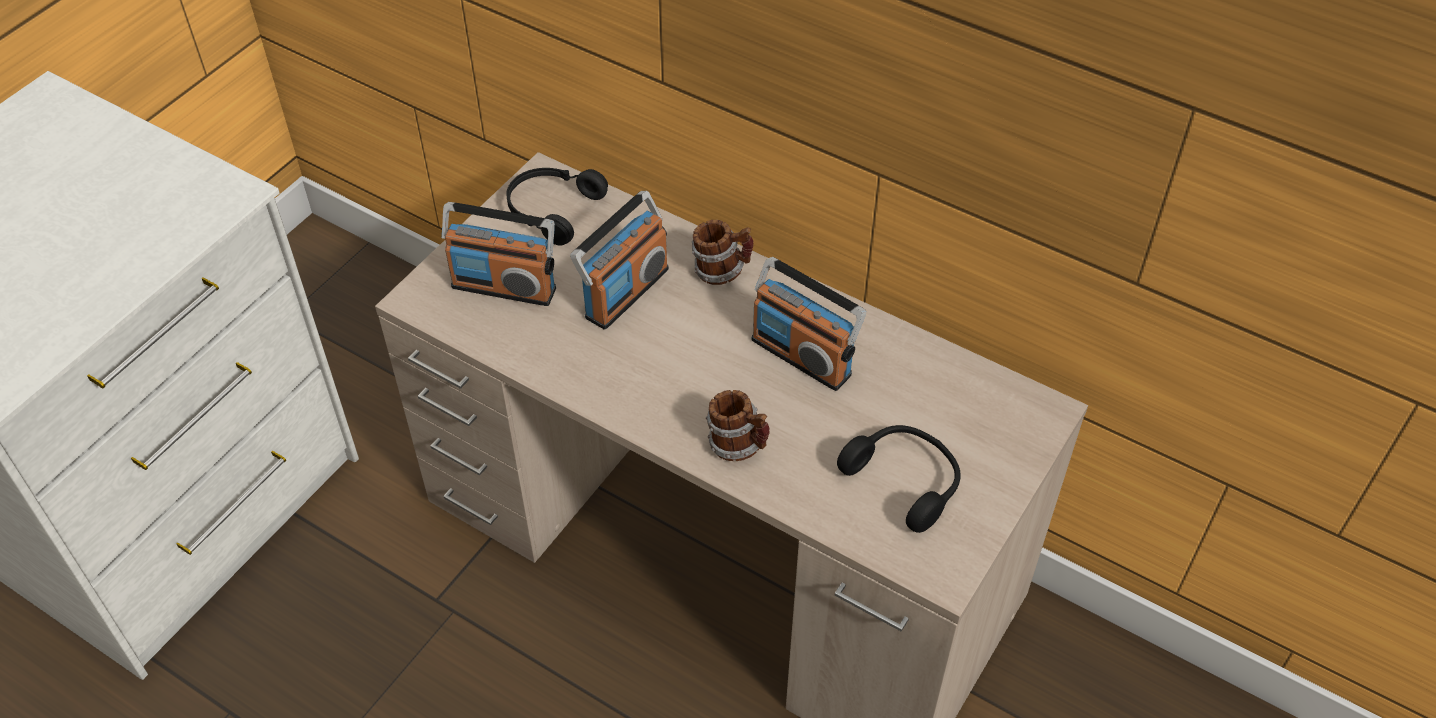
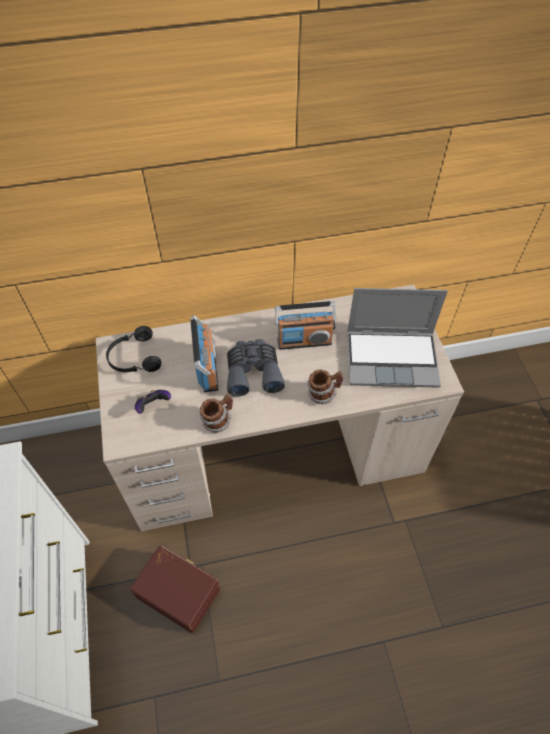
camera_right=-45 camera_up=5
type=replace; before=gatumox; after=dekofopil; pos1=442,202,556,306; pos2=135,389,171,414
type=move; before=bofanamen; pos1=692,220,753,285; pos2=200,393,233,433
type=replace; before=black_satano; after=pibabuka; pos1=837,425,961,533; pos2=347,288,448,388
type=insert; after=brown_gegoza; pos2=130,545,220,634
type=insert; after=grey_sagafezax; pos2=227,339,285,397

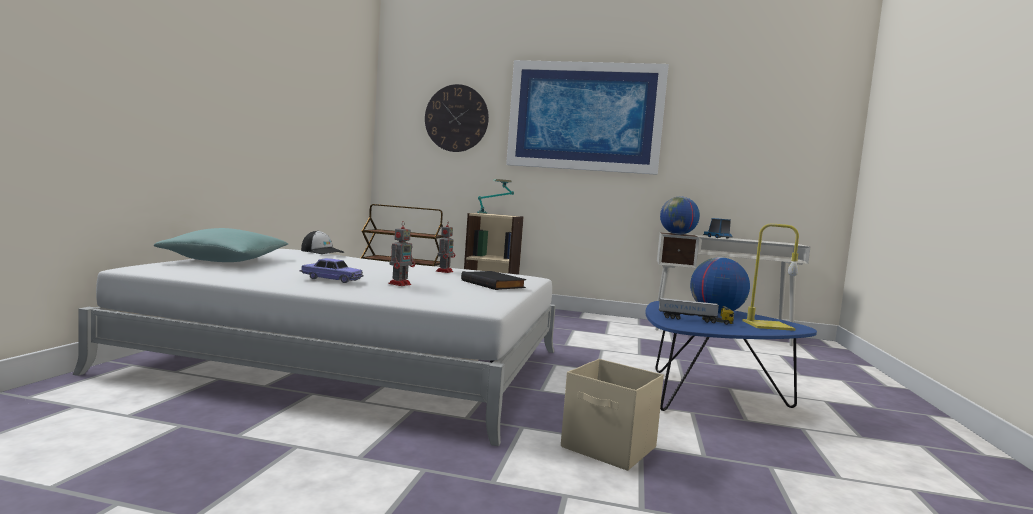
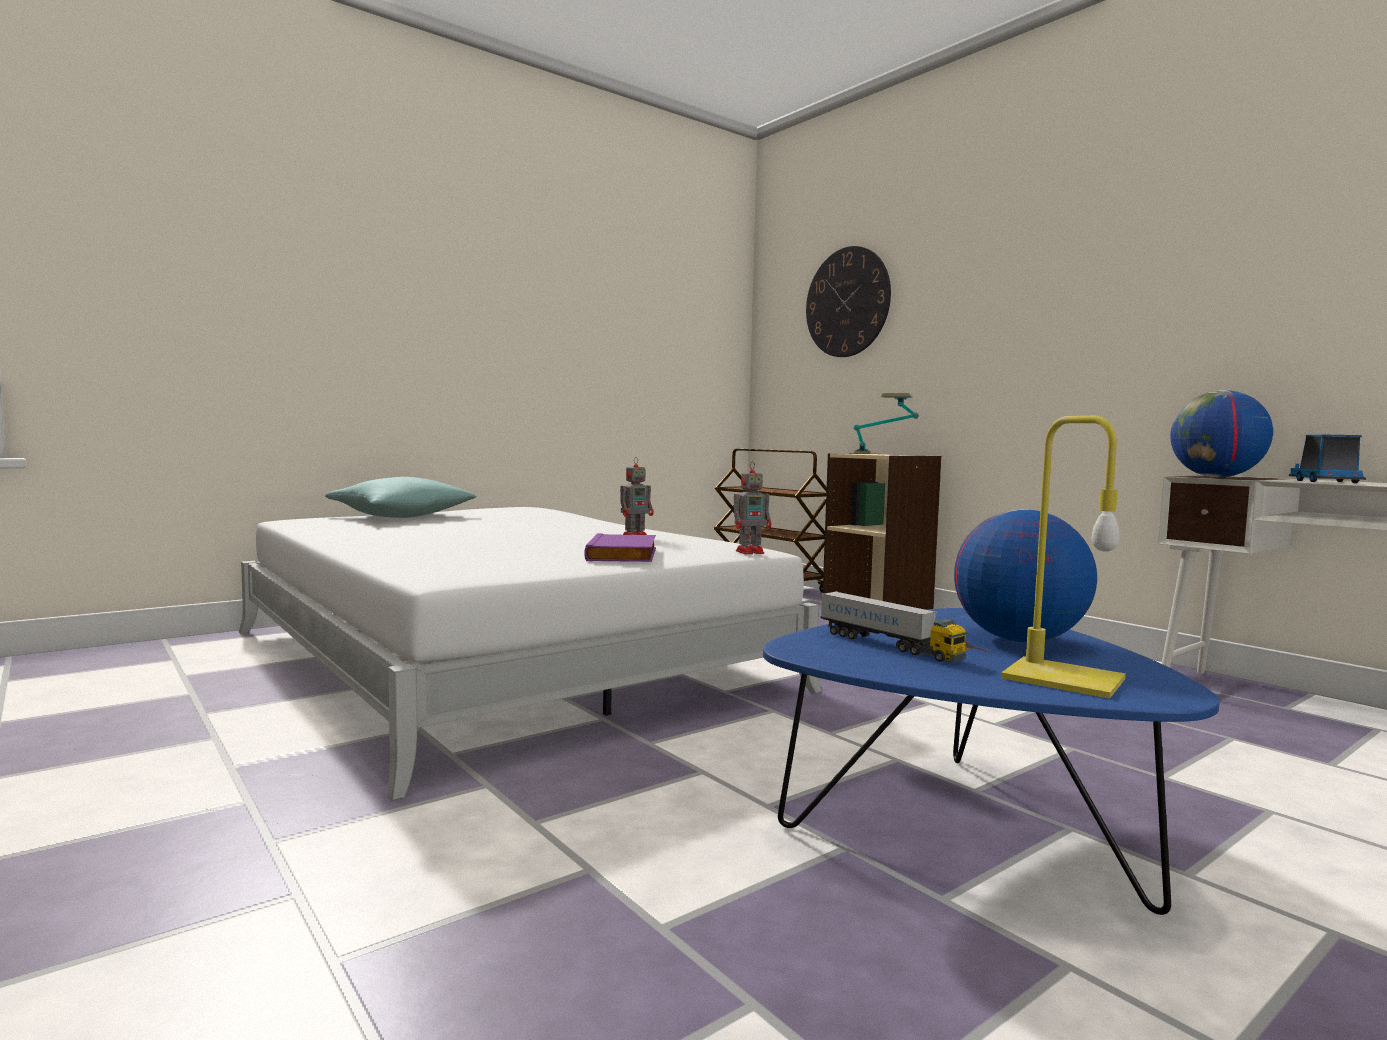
camera_right=40 camera_up=0
type=delete; before=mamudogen; pos1=299,258,364,283
type=delete; before=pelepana; pos1=301,230,344,254
type=move; before=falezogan; pos1=388,222,415,286; pos2=734,461,771,554
type=recolor; before=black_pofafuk; after=purple_pofafuk; pos1=461,271,526,290; pos2=584,533,656,562
type=delete; before=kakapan; pos1=506,60,669,175
type=delete; before=beige_gegoza; pos1=561,359,664,471

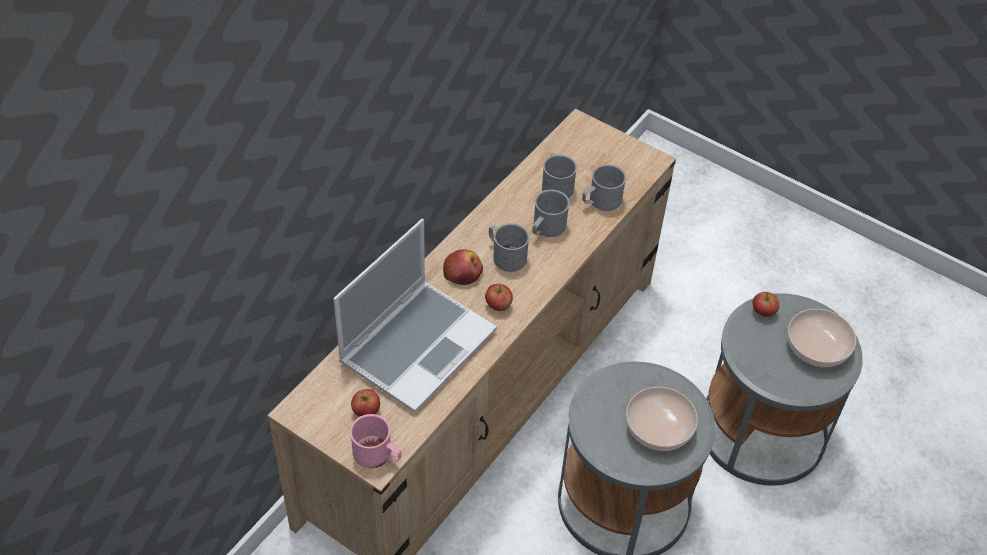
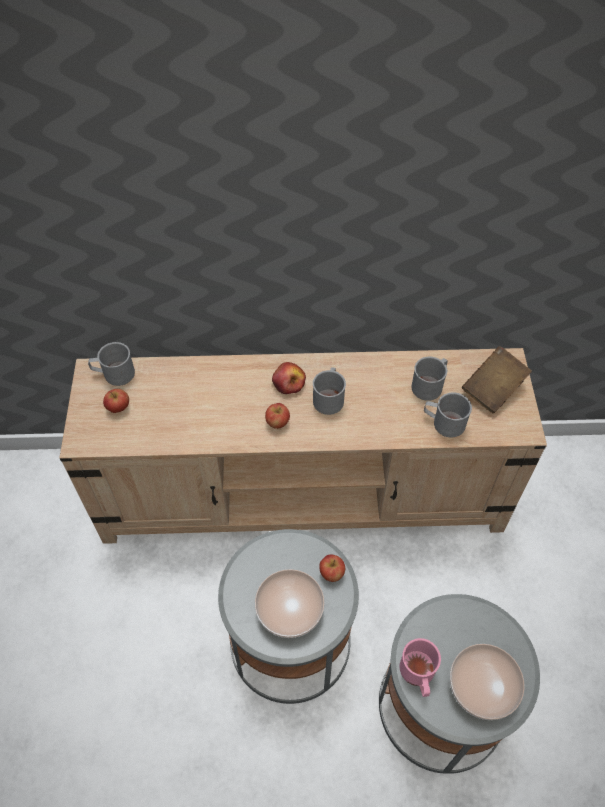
camera_right=55 camera_up=5
type=delete; before=pibabuka; pos1=333,219,497,413
type=move; before=pink_bofanamen; pos1=350,414,402,468; pos2=400,638,441,697
type=move; before=grey_bofanamen; pos1=532,189,570,237; pos2=88,342,135,386
type=move; before=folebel; pos1=752,292,780,317; pos2=319,554,345,582
type=insert; after=brown_pofafuk; pos2=462,346,532,413

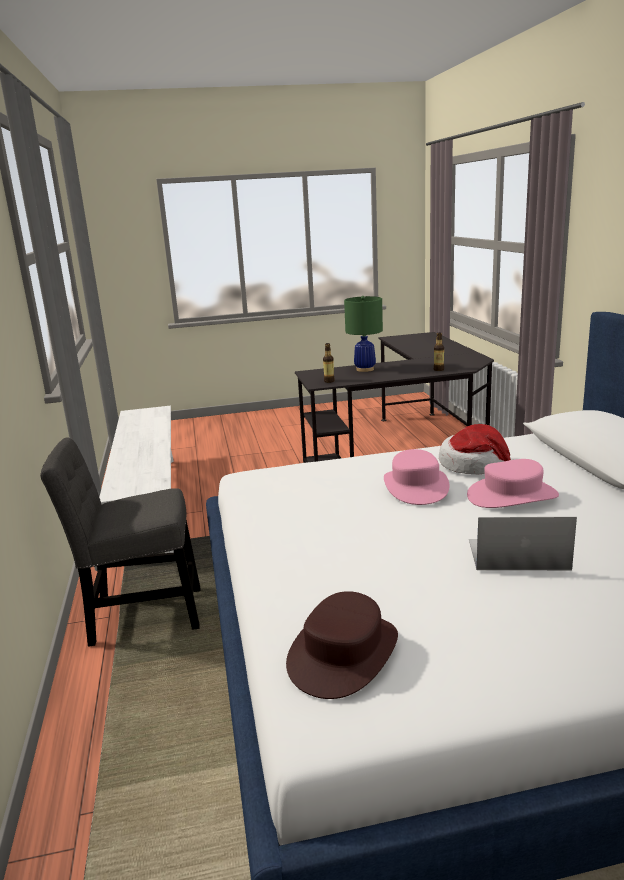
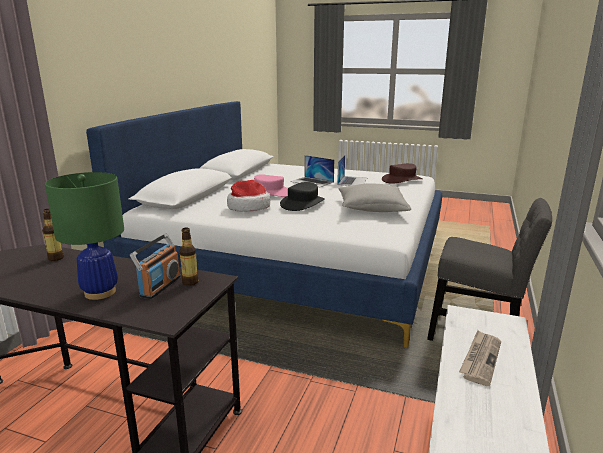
camera_right=-150 camera_up=0
type=recolor; before=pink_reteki; after=black_reteki; pos1=384,449,449,505; pos2=280,182,325,211
type=insert; after=gatumox; pos2=130,234,181,299
type=insert; after=pibabuka; pos2=337,155,367,186
type=insert; after=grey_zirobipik; pos2=339,183,411,212
type=insert; after=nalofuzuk; pos2=459,330,501,386

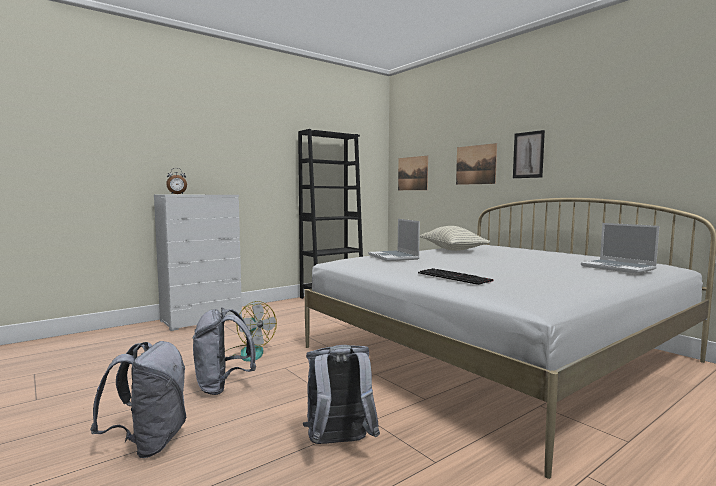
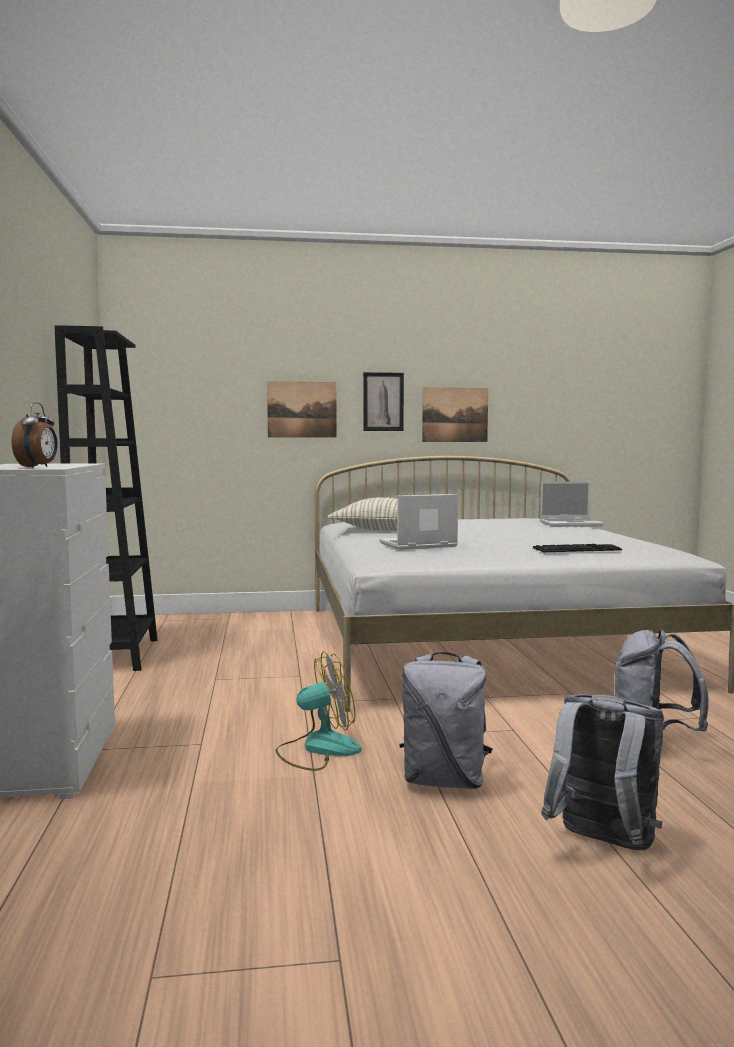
camera_right=-60 camera_up=0
type=rotate; before=pibabuka; pos1=368,219,420,261; pos2=379,494,458,550; turn=150
type=move; before=kakapan; pos1=398,156,428,190; pos2=422,387,488,442

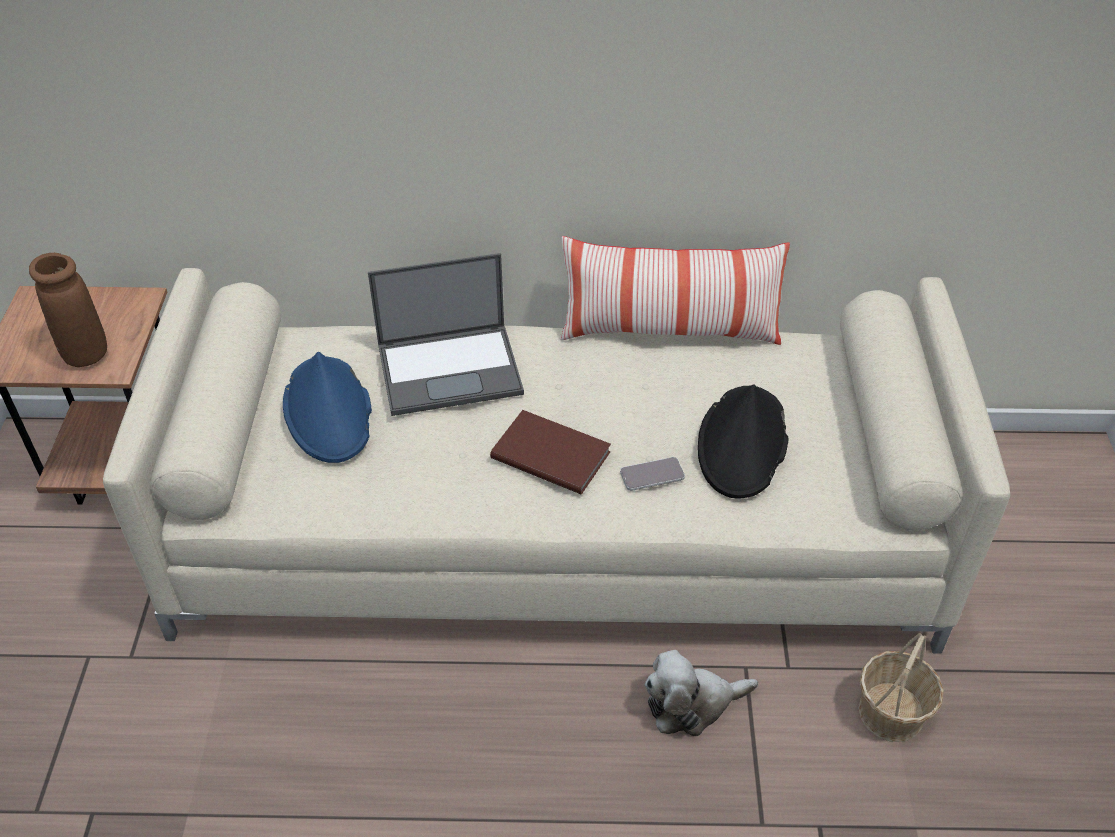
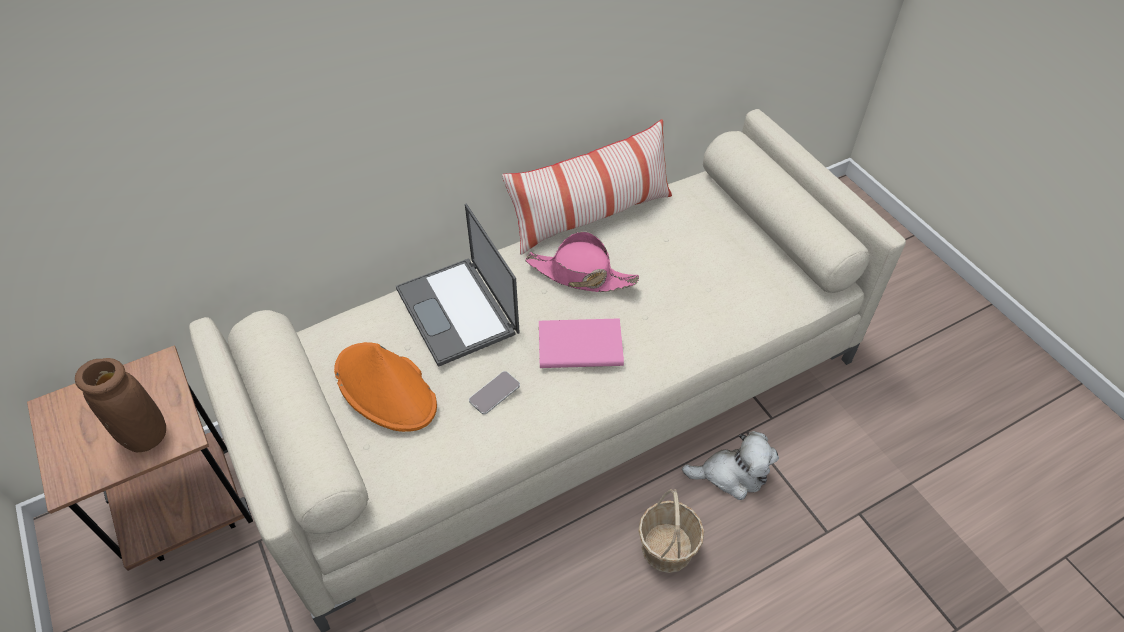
camera_right=-30 camera_up=5
type=recolor; before=blue_reteki; after=orange_reteki; pos1=283,352,372,463; pos2=334,342,437,432
type=rotate; before=pibabuka; pos1=368,253,524,416; pos2=396,204,520,367; turn=105
type=recolor; before=brown_pofafuk; after=pink_pofafuk; pos1=490,410,611,494; pos2=539,318,624,368
type=move; before=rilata; pos1=620,457,685,491; pos2=469,371,520,414
type=rotate; before=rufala; pos1=645,650,758,736; pos2=682,431,779,500; turn=-135
type=delete; before=black_reteki; pos1=698,384,789,499
type=move; before=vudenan; pos1=858,633,944,742; pos2=638,489,704,573
type=insert; after=pink_reteki; pos2=525,231,639,292

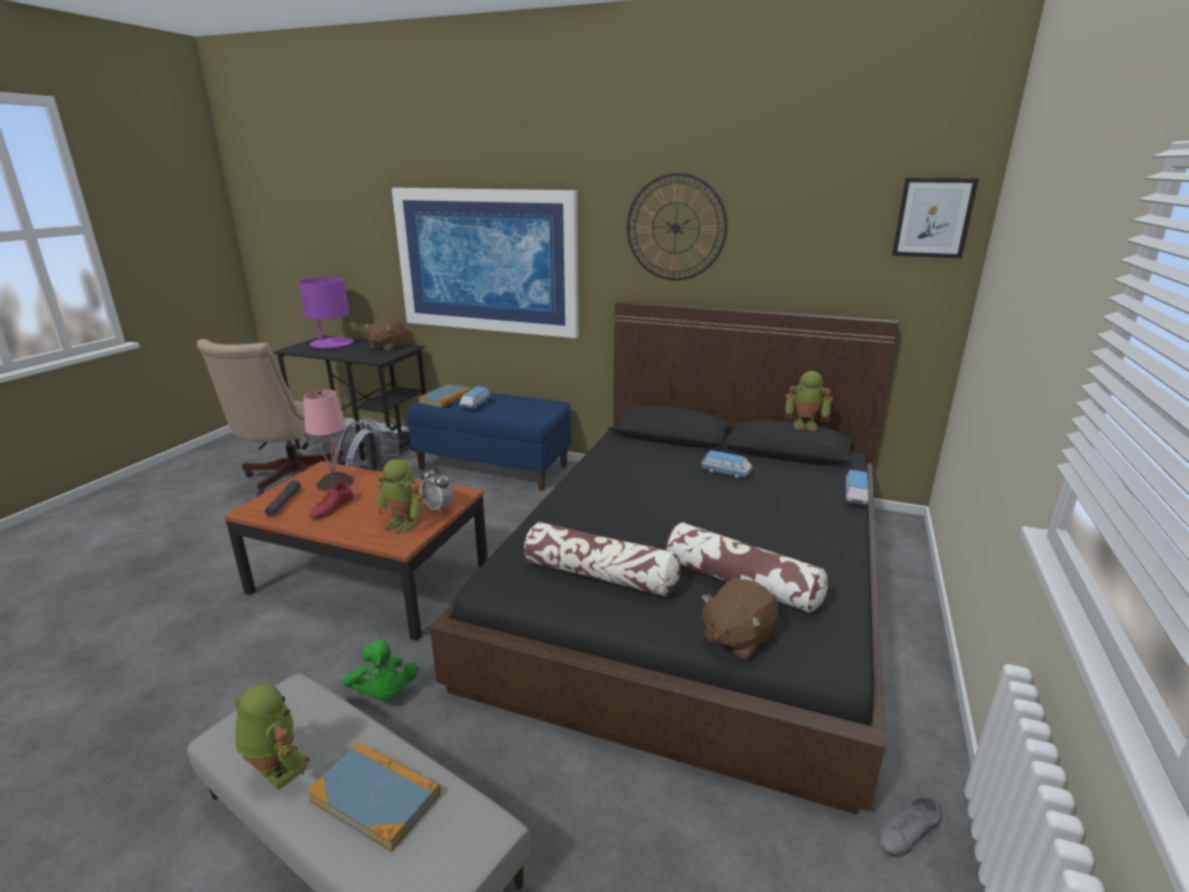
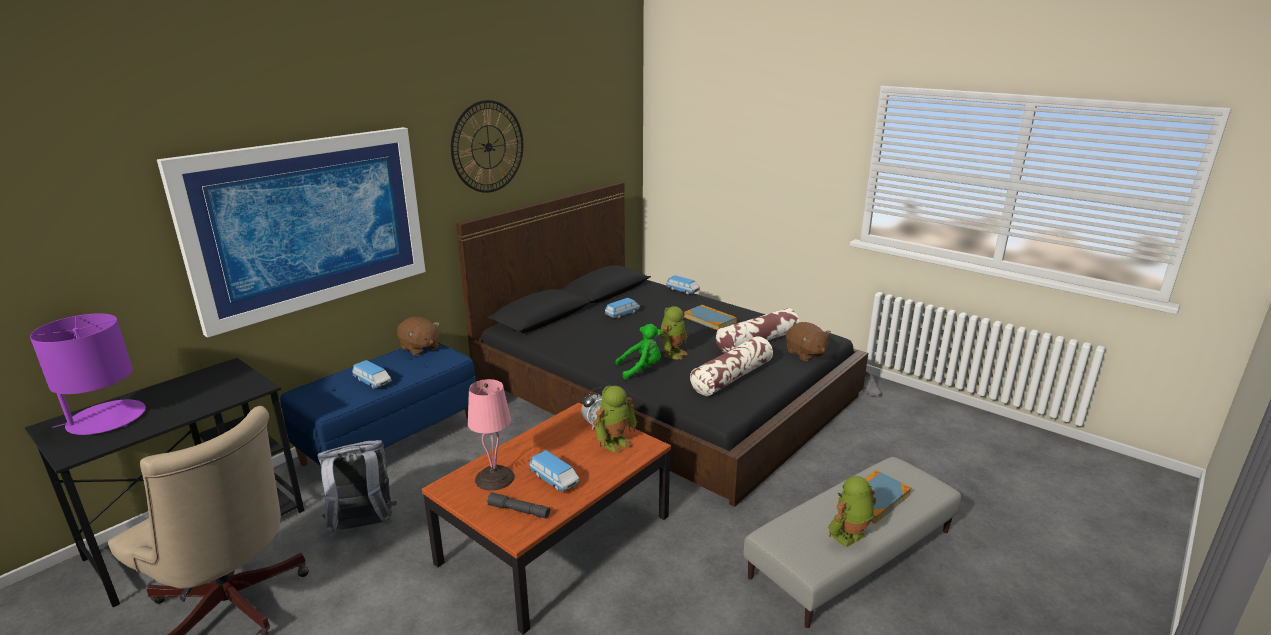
camera_right=-70 camera_up=0
type=replace; before=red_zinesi; after=mamudogen; pos1=310,481,354,519; pos2=529,450,580,492
type=move; before=green_rufala; pos1=343,638,418,701; pos2=615,324,662,380
type=move; before=brown_rufala; pos1=365,318,405,351; pos2=397,317,440,356
type=move; before=pofafuk; pos1=418,384,471,408; pos2=684,305,737,331
type=move; before=falezogan; pos1=785,371,833,431; pos2=661,306,688,360
type=delete; before=kakapan; pos1=892,178,979,258

